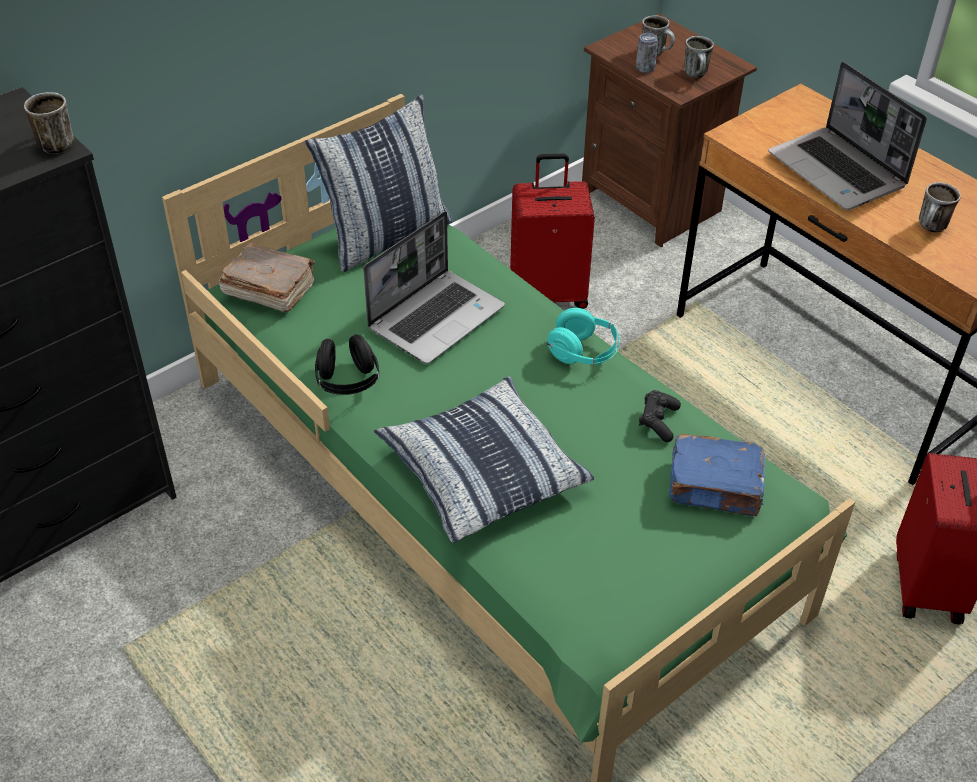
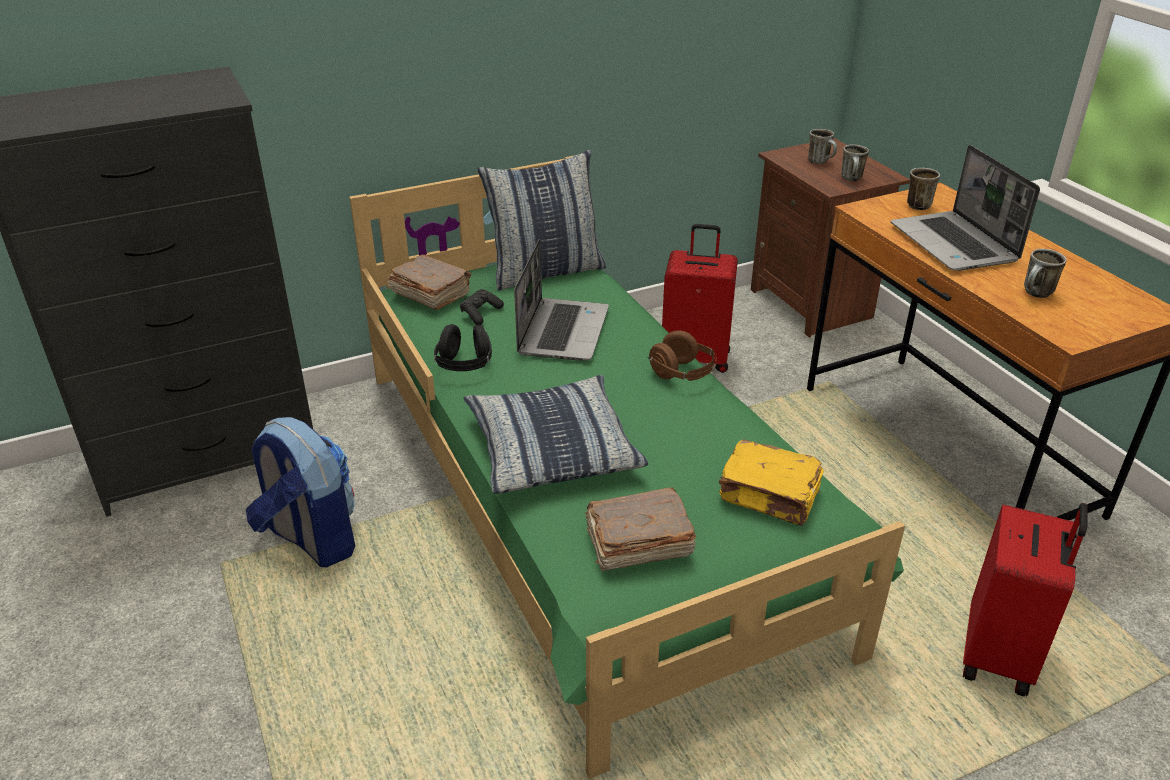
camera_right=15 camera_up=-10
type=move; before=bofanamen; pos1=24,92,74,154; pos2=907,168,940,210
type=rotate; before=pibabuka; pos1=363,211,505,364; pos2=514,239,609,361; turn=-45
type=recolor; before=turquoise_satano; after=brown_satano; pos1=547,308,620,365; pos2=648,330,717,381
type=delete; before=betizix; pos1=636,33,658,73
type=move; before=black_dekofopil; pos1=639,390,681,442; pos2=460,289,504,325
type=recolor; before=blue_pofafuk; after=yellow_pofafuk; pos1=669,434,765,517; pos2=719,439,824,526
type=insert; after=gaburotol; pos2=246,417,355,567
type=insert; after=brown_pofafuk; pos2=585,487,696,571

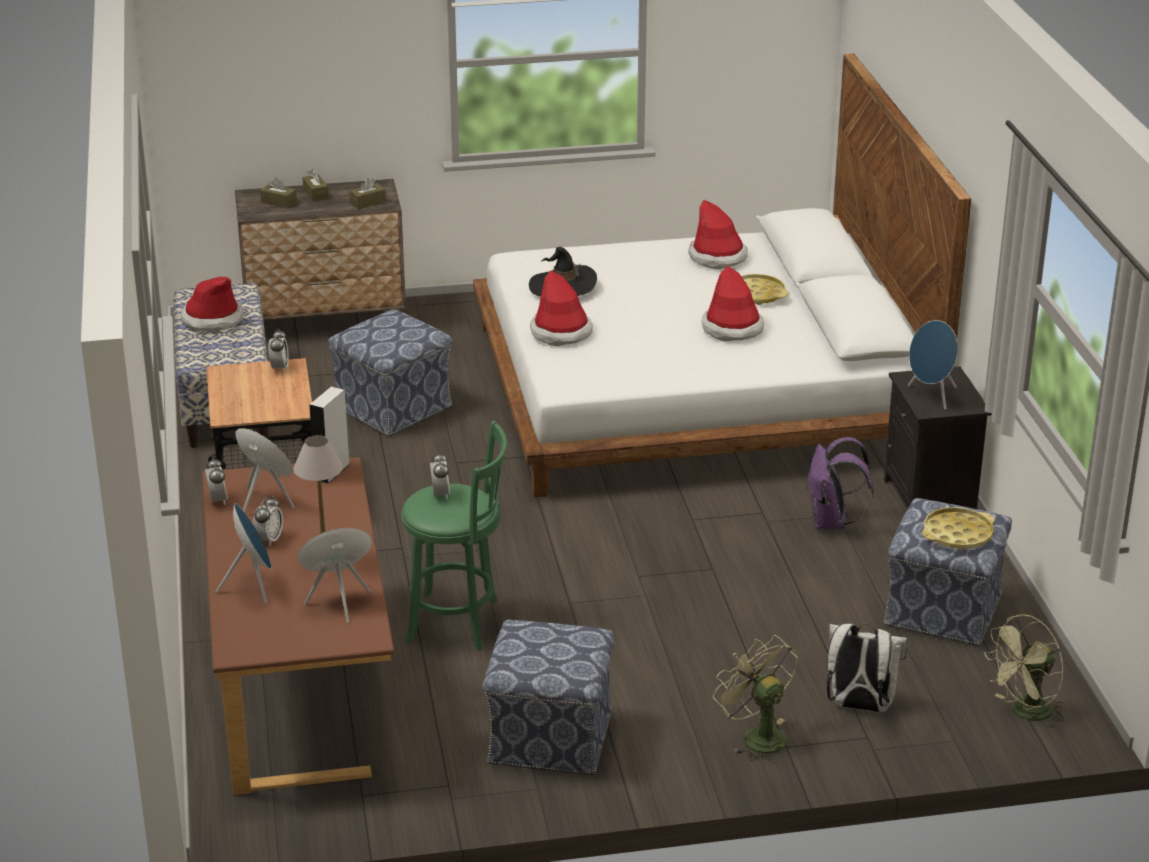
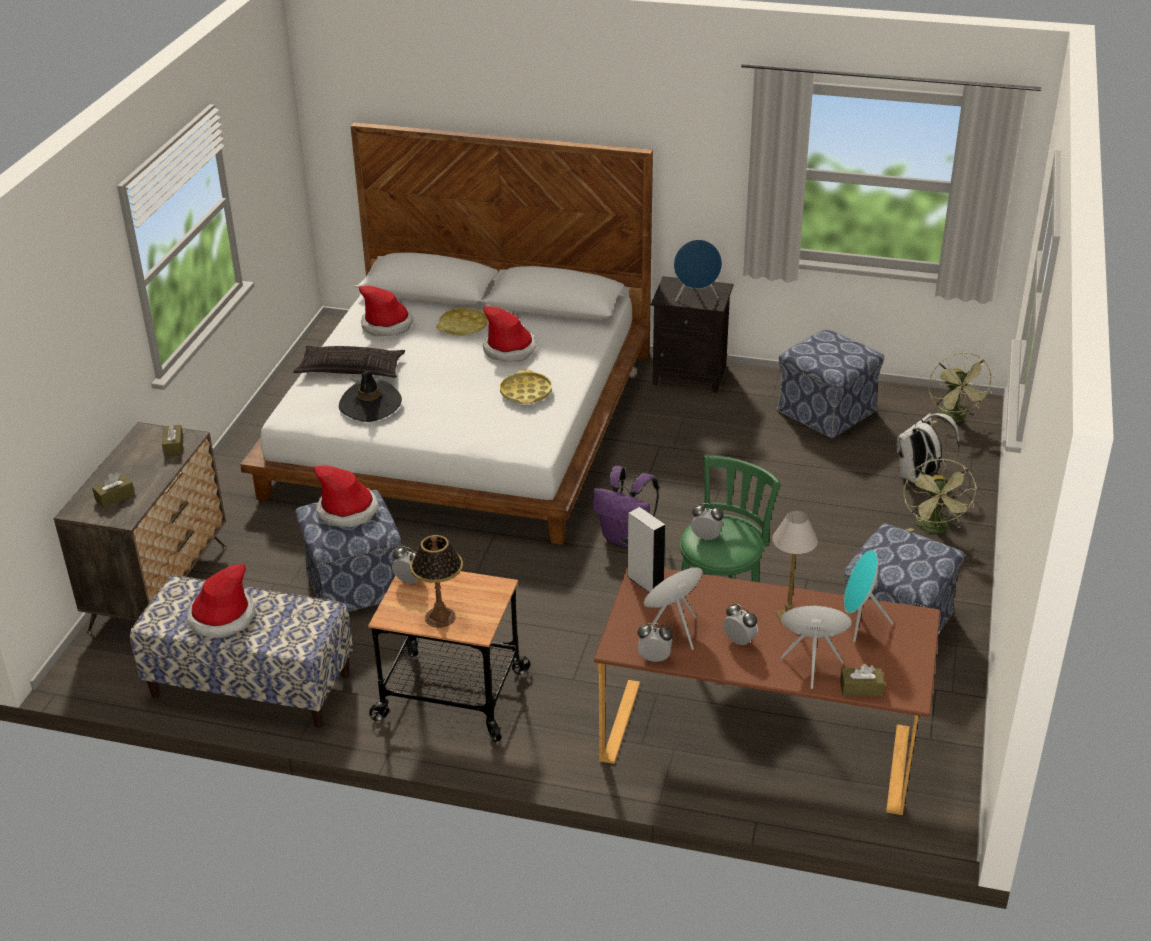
camera_right=-65 camera_up=5
type=move; before=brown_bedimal; pos1=303,169,329,201; pos2=840,664,885,696
type=move; before=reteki; pos1=530,270,593,346; pos2=314,465,379,527
type=rotate; before=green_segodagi; pos1=713,635,798,763; pos2=904,459,977,534; turn=-75
type=move; before=purple_gaburotol; pos1=807,437,874,529; pos2=593,466,659,547
type=move; before=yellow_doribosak; pos1=922,507,995,549; pos2=500,369,552,404
type=insert; after=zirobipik; pos2=293,346,405,378
type=insert; after=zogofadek; pos2=410,535,463,628

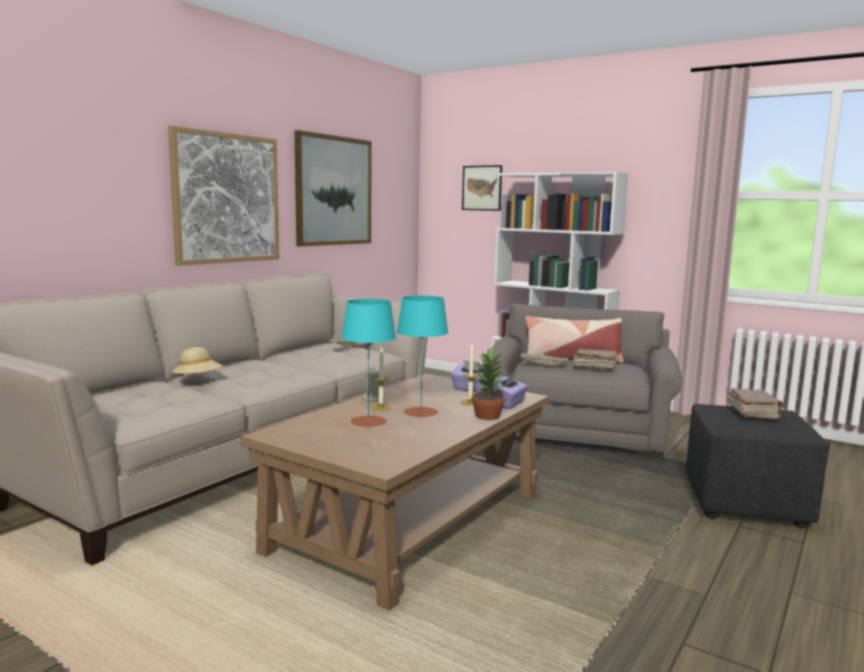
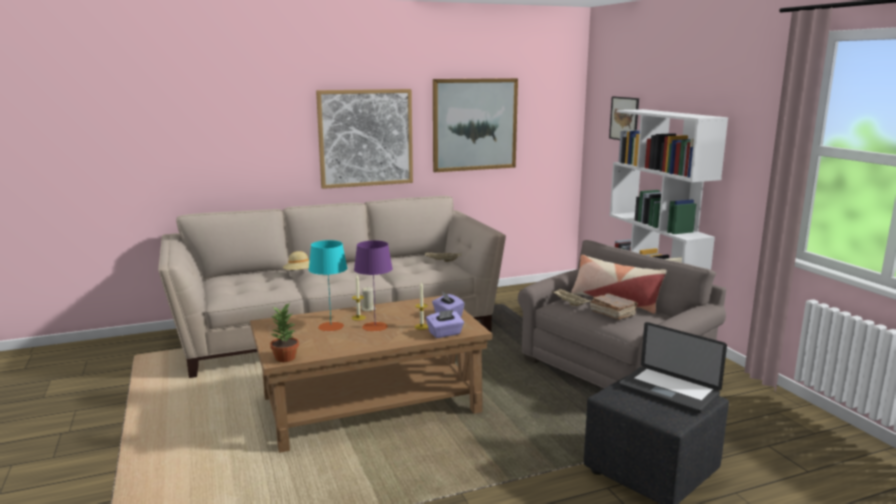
camera_right=35 camera_up=5
type=recolor; before=turquoise_zogofadek; after=purple_zogofadek; pos1=397,295,448,417; pos2=354,240,393,332
type=move; before=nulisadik; pos1=471,347,506,420; pos2=270,303,299,362
type=replace; before=brown_pofafuk; after=pibabuka; pos1=727,388,785,420; pos2=619,322,727,413

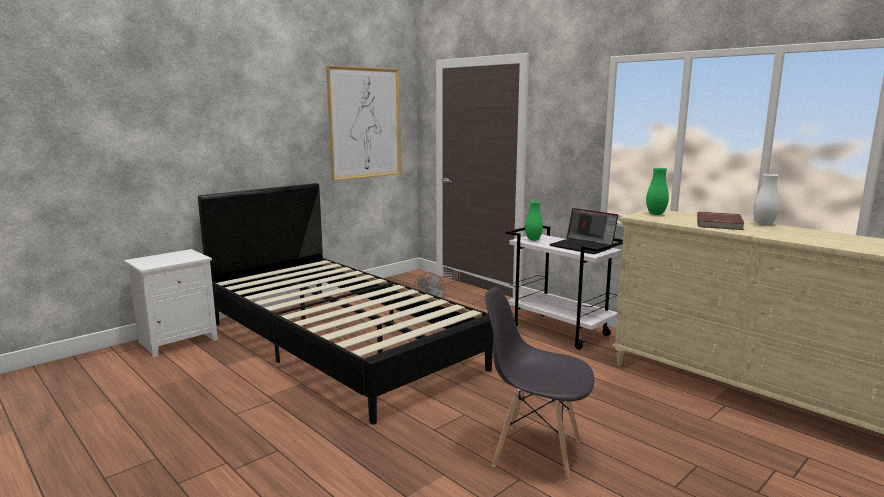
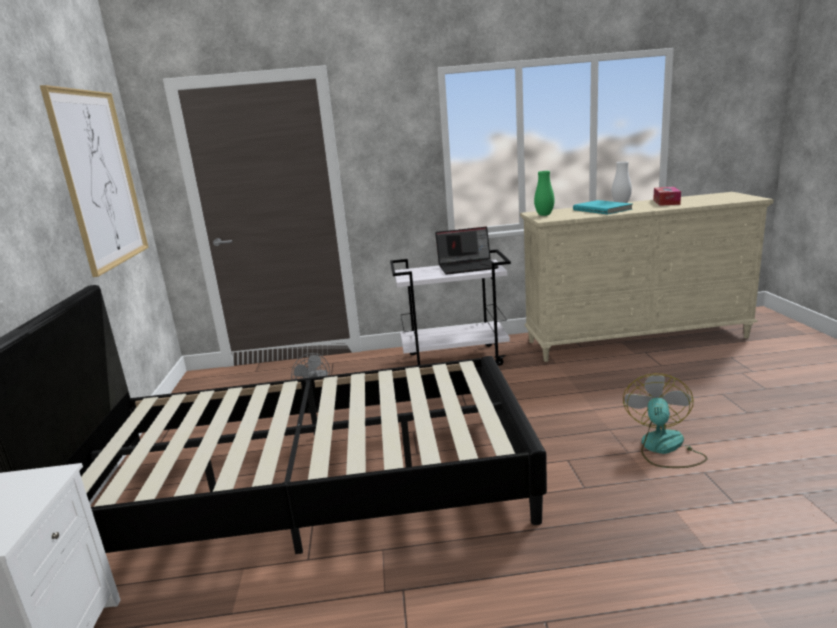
camera_right=-50 camera_up=5
type=replace; before=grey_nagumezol; after=segodagi; pos1=485,287,594,482; pos2=623,373,708,468
type=delete; before=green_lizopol; pos1=525,201,543,241
type=recolor; before=red_pofafuk; after=turquoise_pofafuk; pos1=697,212,745,230; pos2=573,200,632,214
type=insert; after=bedimal; pos2=653,187,681,206

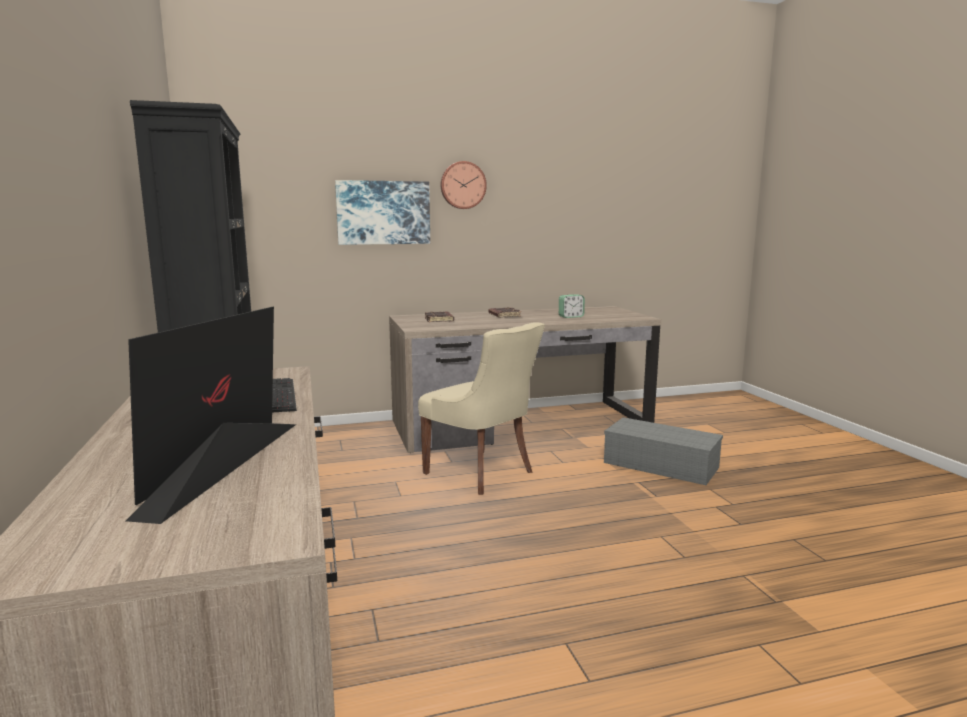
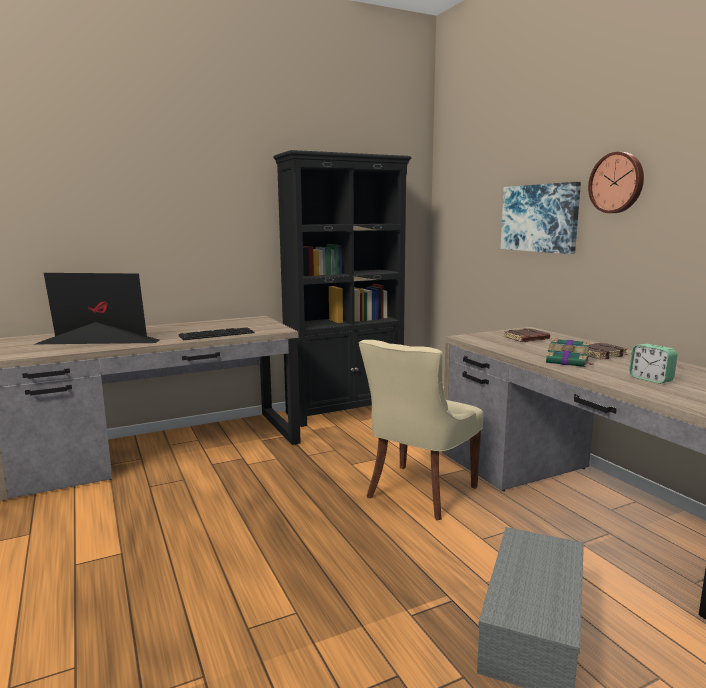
camera_right=80 camera_up=0
type=insert; after=pofafuk; pos2=546,338,592,367

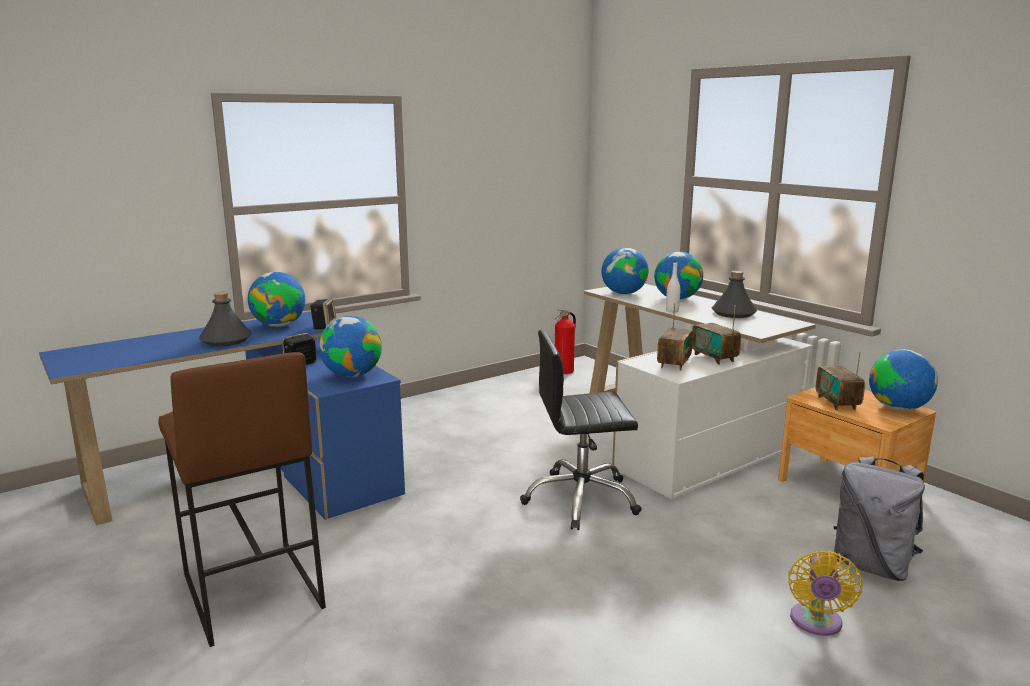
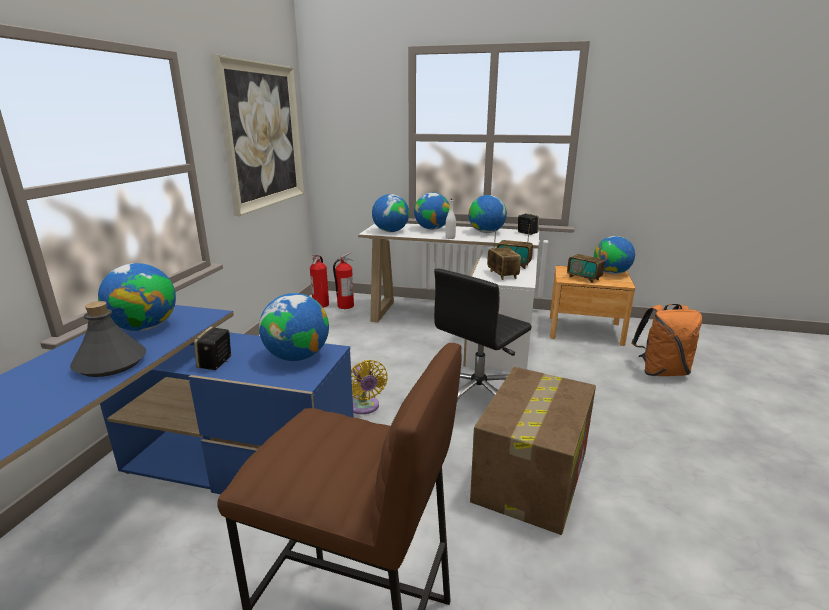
camera_right=-40 camera_up=5
type=move; before=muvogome; pos1=310,298,336,329; pos2=518,213,539,235
type=replace; before=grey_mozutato; after=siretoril; pos1=712,271,757,318; pos2=469,195,507,233
type=move; before=yellow_segodagi; pos1=788,550,863,636; pos2=351,360,388,414
type=recolor; before=grey_gaburotol; after=orange_gaburotol; pos1=834,456,925,581; pos2=631,304,702,376
type=insert; after=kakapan; pos2=213,55,304,216
type=insert; after=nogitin; pos2=333,252,354,309
type=insert; after=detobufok; pos2=470,367,596,535

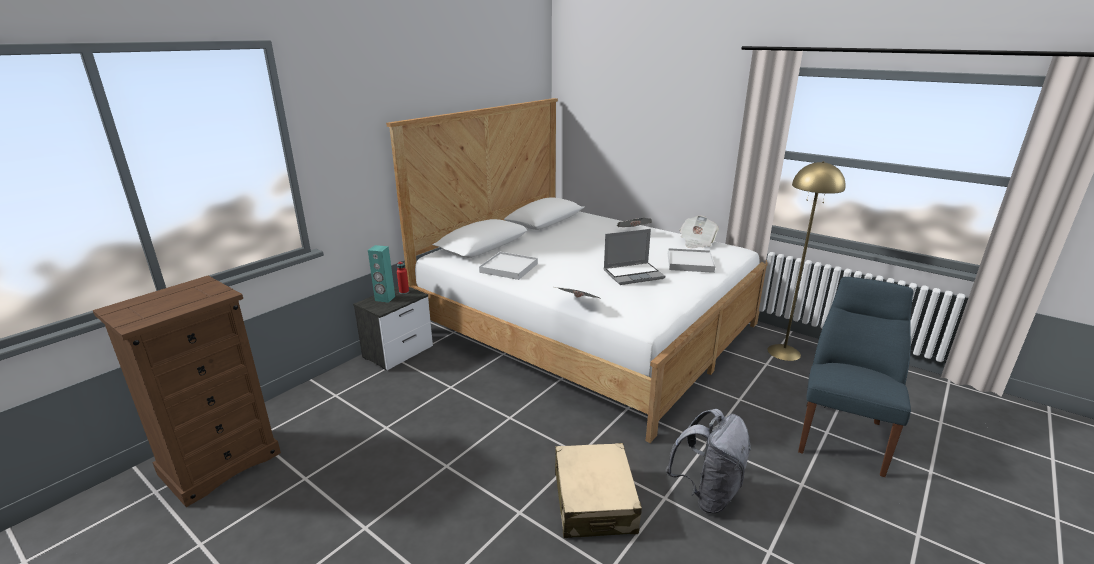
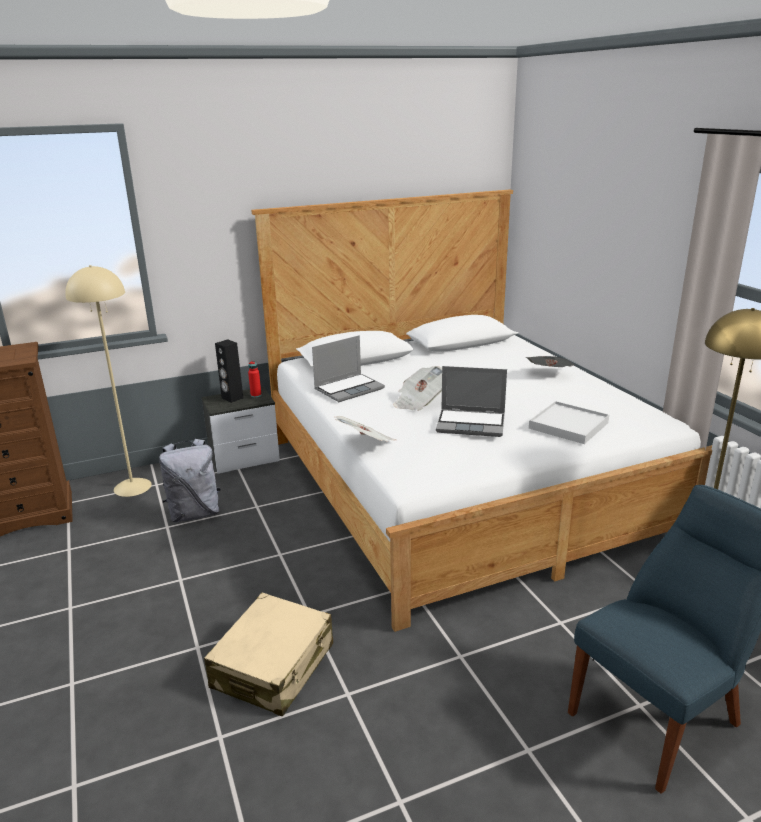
camera_right=30 camera_up=0
type=recolor; before=turquoise_muvogome; after=black_muvogome; pos1=368,245,395,303; pos2=215,339,243,403
type=replace; before=white_doribosak; after=pibabuka; pos1=479,252,538,280; pos2=312,335,385,402
type=move; before=grey_gaburotol; pos1=666,409,751,514; pos2=159,439,221,522
type=move; before=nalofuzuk; pos1=680,215,719,248; pos2=393,366,442,411
type=insert; after=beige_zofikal; pos2=65,265,152,497

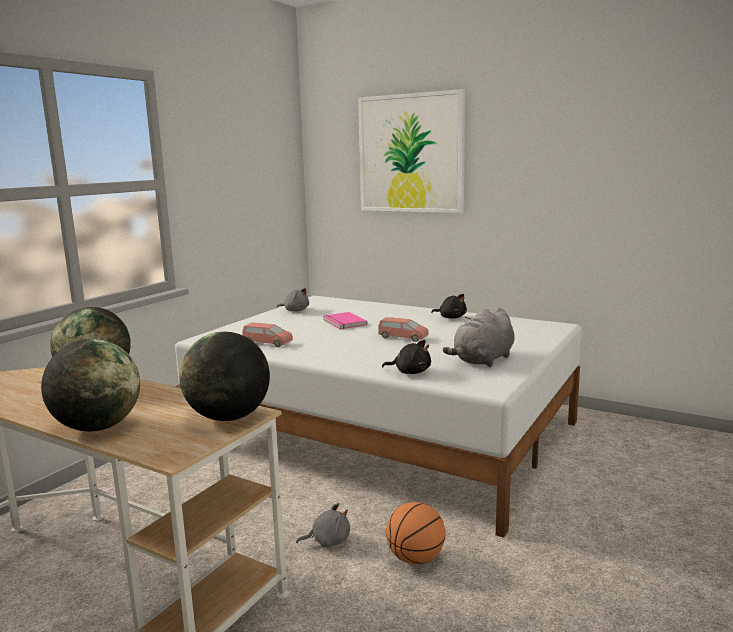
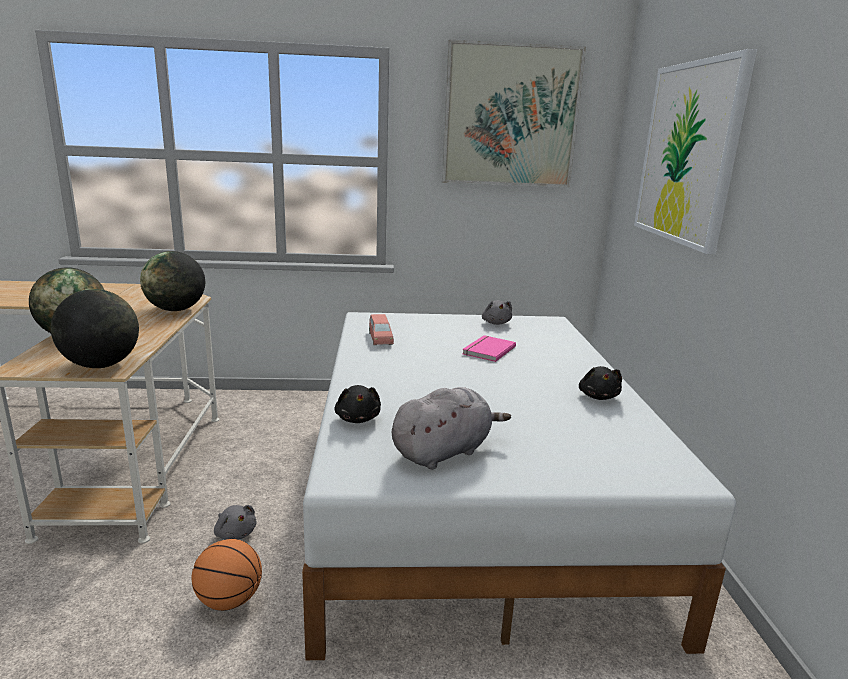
camera_right=55 camera_up=5
type=delete; before=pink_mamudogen; pos1=378,317,429,342
type=rotate; before=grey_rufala; pos1=443,308,515,367; pos2=392,387,511,469; turn=135
type=insert; after=kakapan; pos2=442,40,586,187

